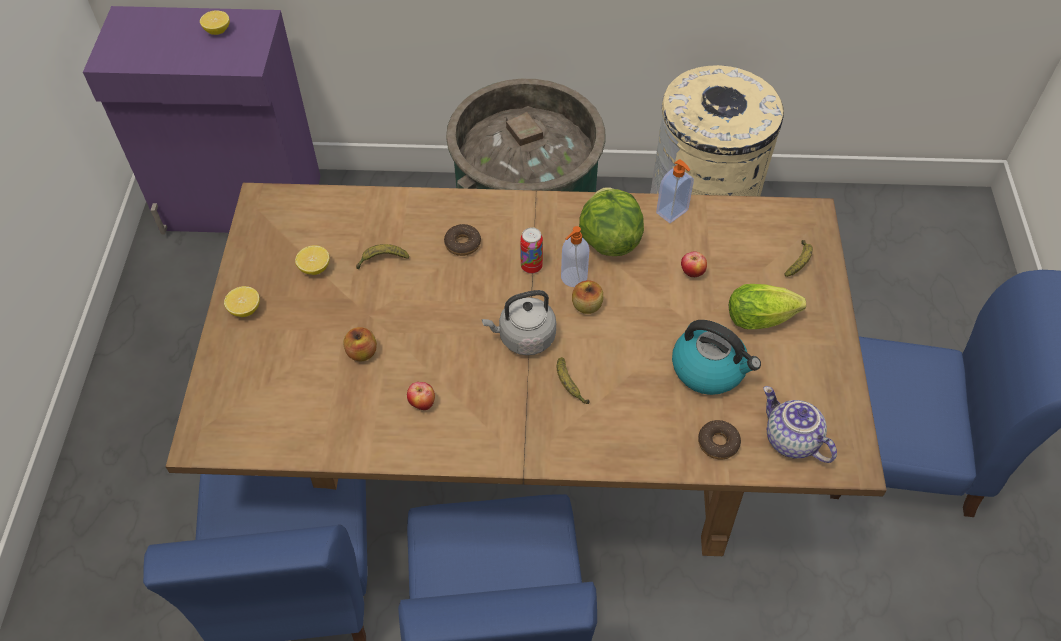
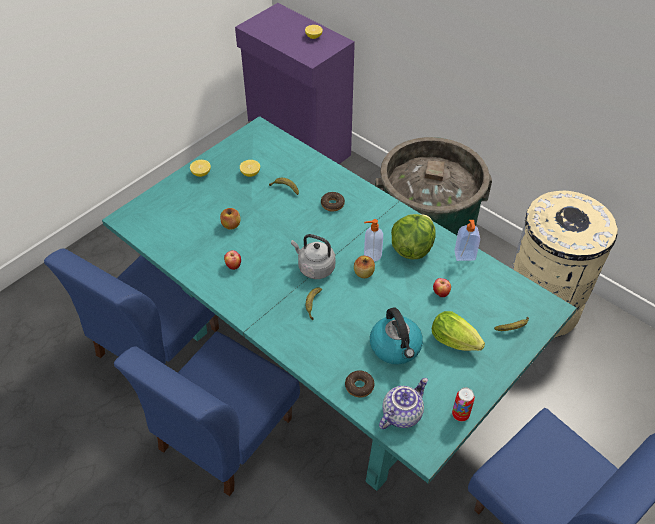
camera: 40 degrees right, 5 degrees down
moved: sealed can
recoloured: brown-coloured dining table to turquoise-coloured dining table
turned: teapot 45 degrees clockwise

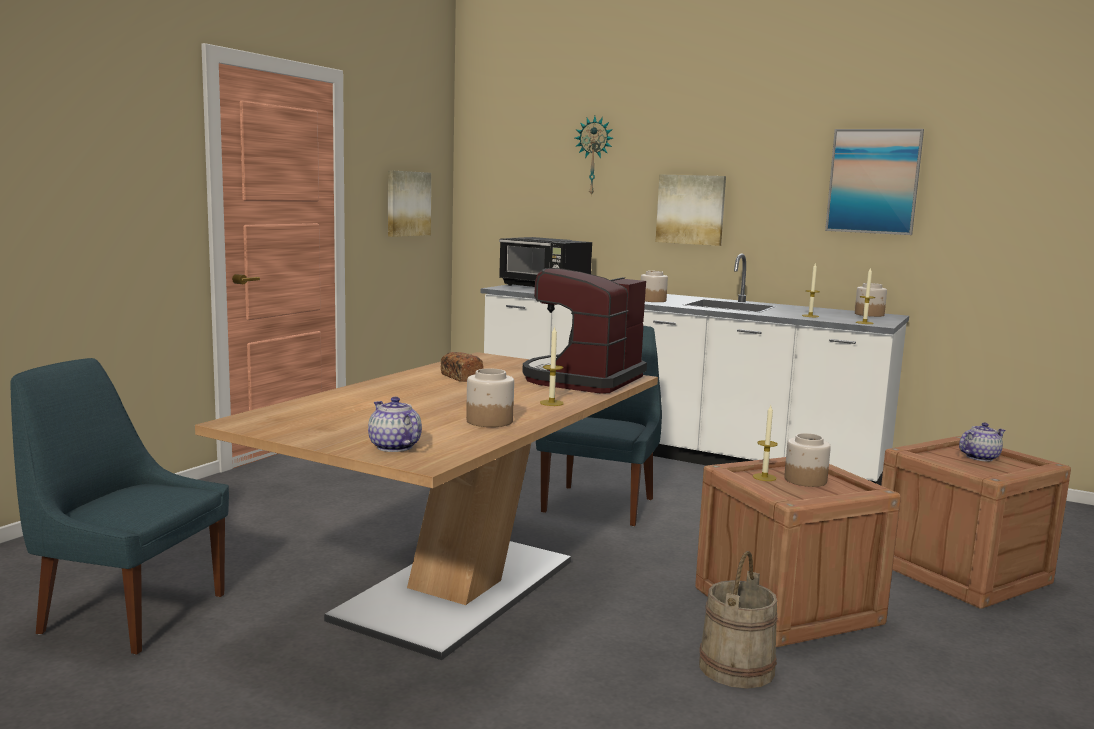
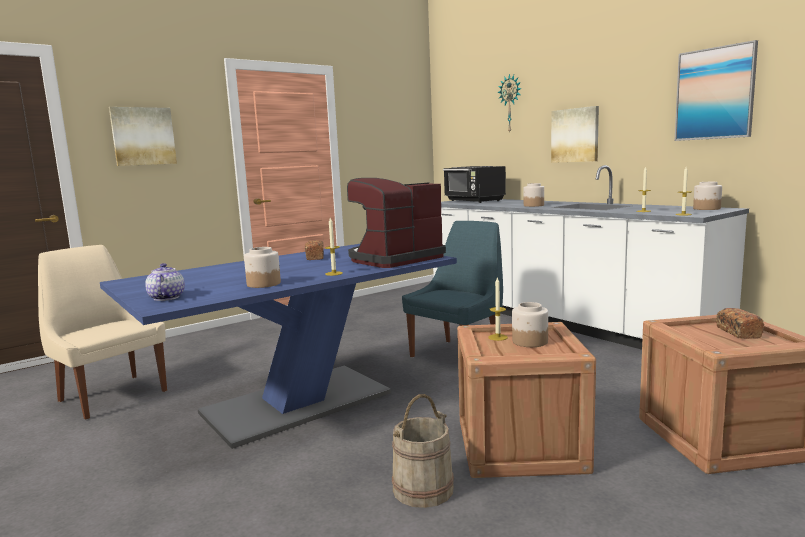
camera: 25 degrees right, 0 degrees up
moved: wall picture (1st from left)
replaced: teapot (2nd from left) to bread (2nd from left)
recoloured: blue-coloured upright chair (1st from left) to beige upright chair; brown-coloured dining table to blue-coloured dining table

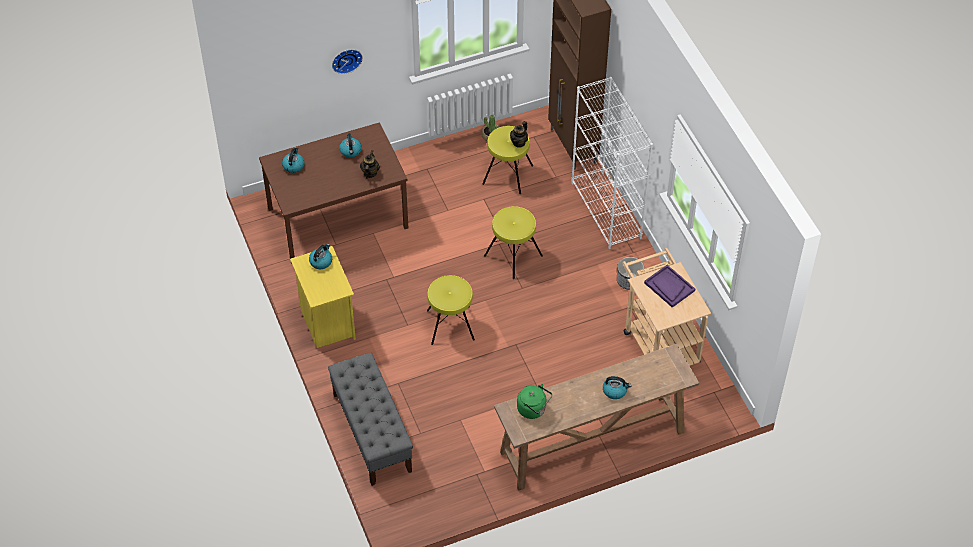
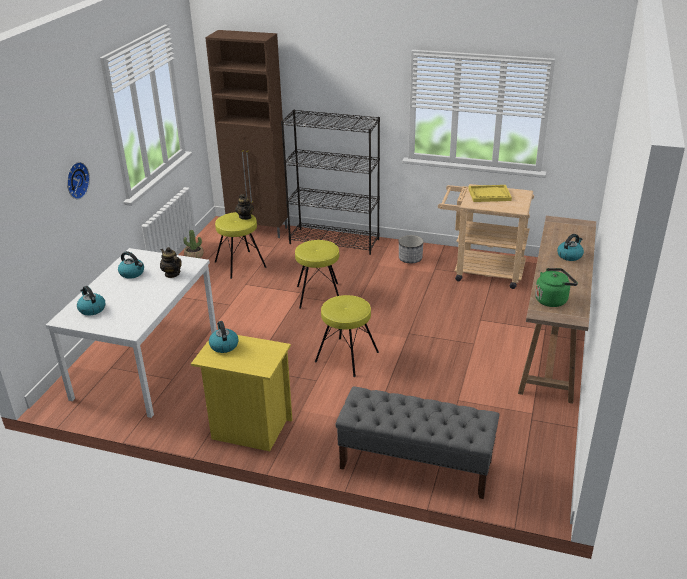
camera: 50 degrees left, 20 degrees down
recoloured: brown-coloured dining table to white dining table; white bookcase to black bookcase; purple serving tray to yellow serving tray

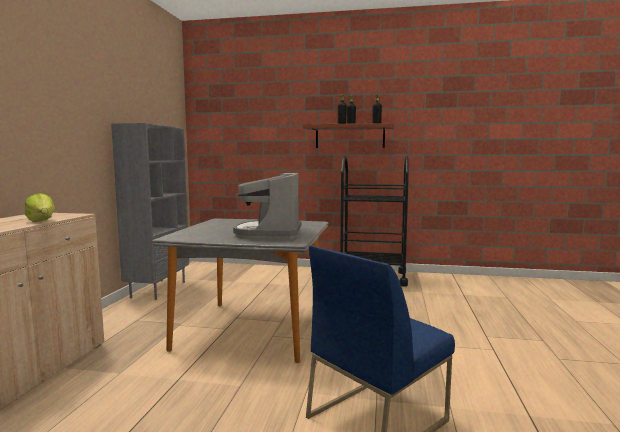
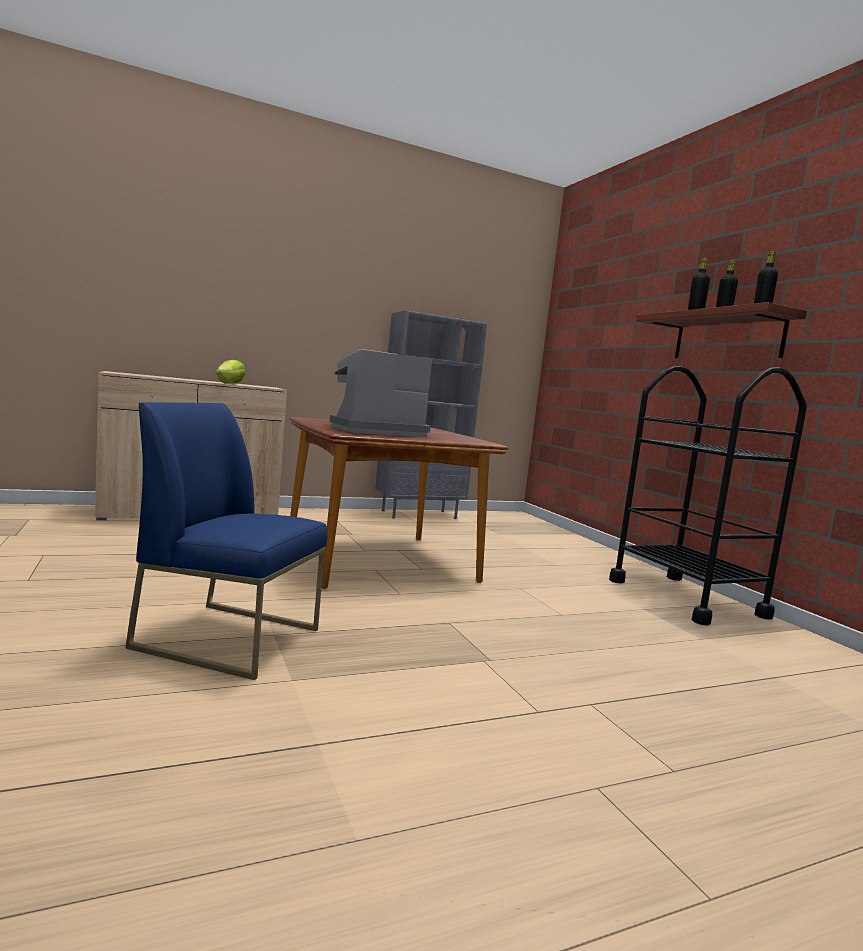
camera: 55 degrees right, 0 degrees up
recoloured: gray dining table to brown-coloured dining table

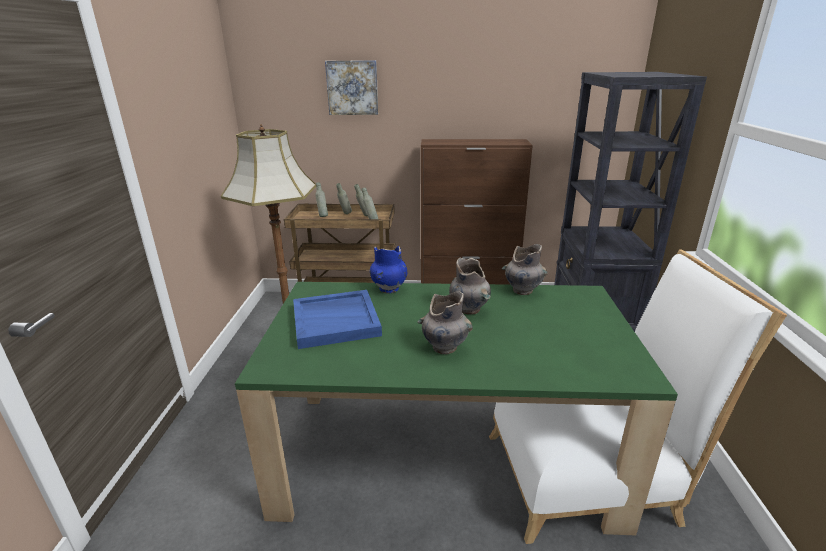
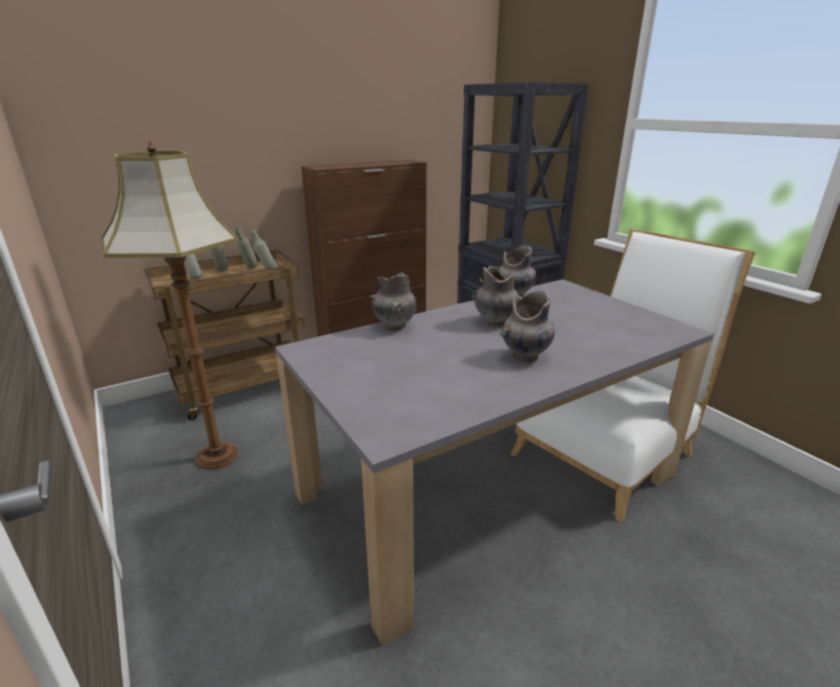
camera: 35 degrees left, 0 degrees up
removed: blue-coloured serving tray; wall picture
recoloured: greenish dining table to gray dining table; blue-coloured vase to gray vase (1st from left)

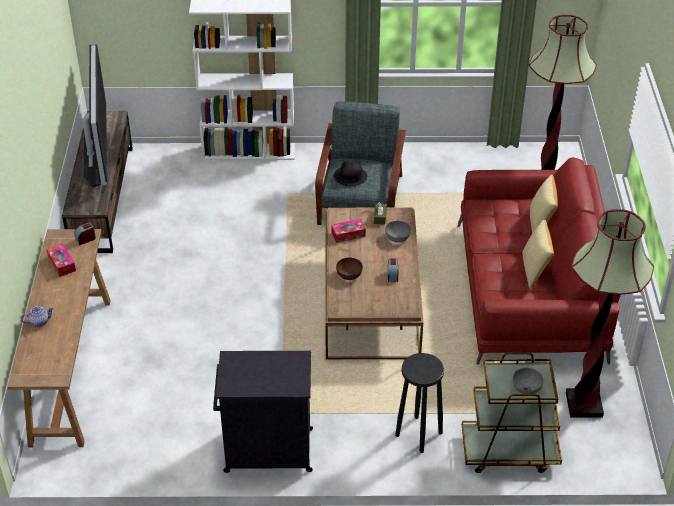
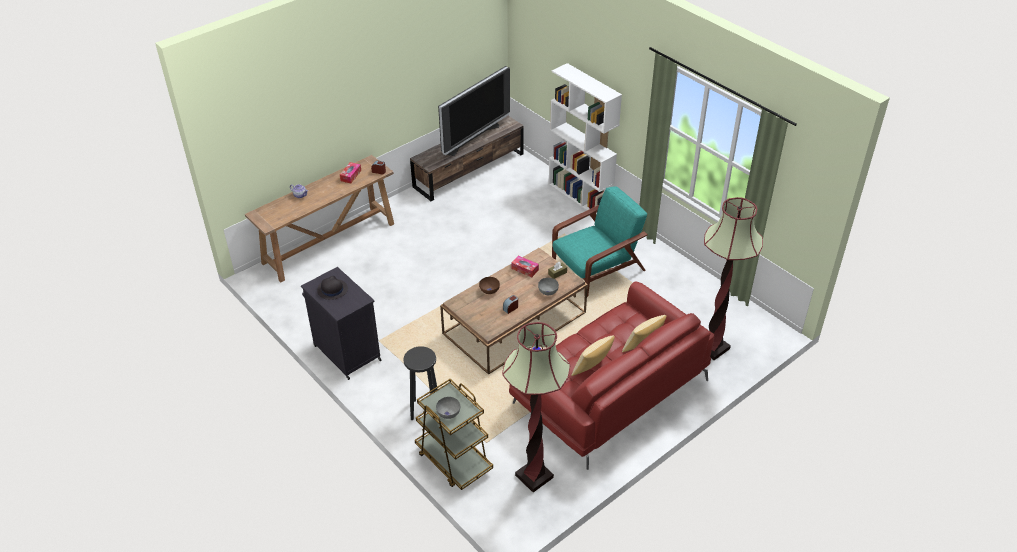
camera: 50 degrees right, 0 degrees up
moved: black wearable hat
recoloured: gray lounge chair to turquoise-coloured lounge chair

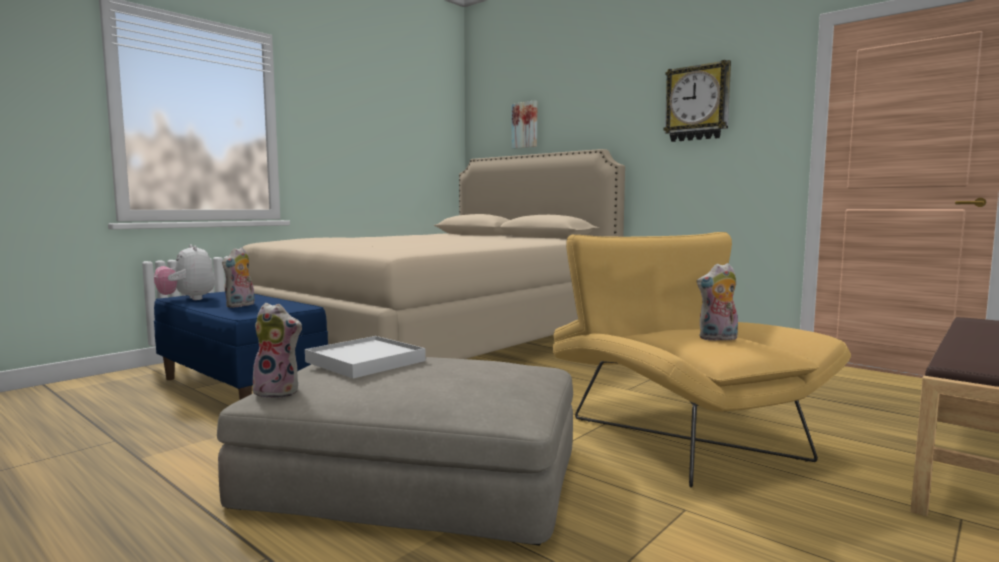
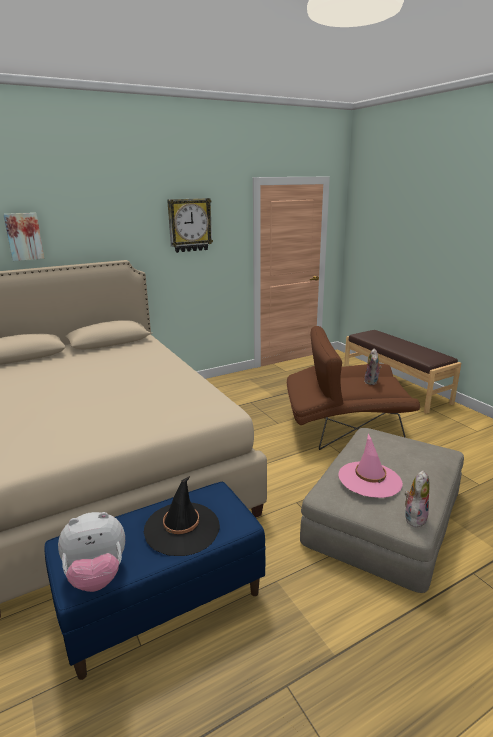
camera: 70 degrees left, 15 degrees up
replaced: plush toy (2nd from left) to black wearable hat; white serving tray to pink-coloured wearable hat
recoloured: yellow lounge chair to brown-coloured lounge chair

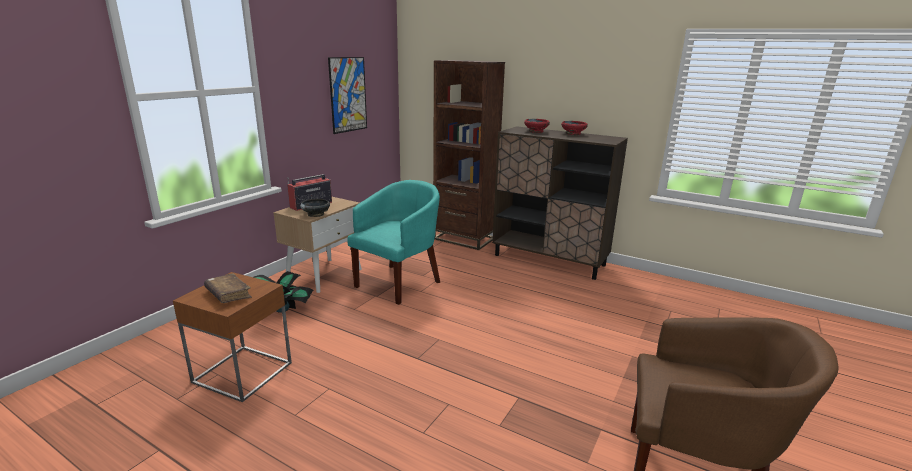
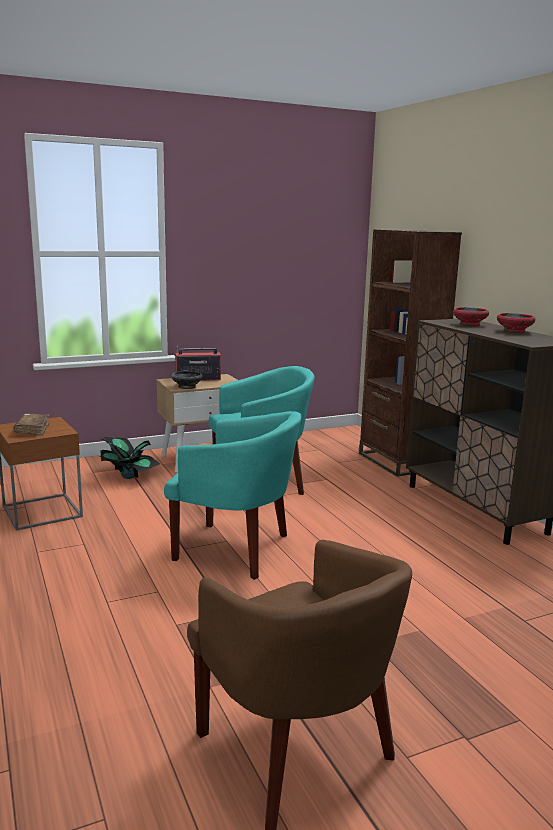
camera: 35 degrees right, 5 degrees down
removed: wall picture
added: turquoise-coloured lounge chair (1st from left)

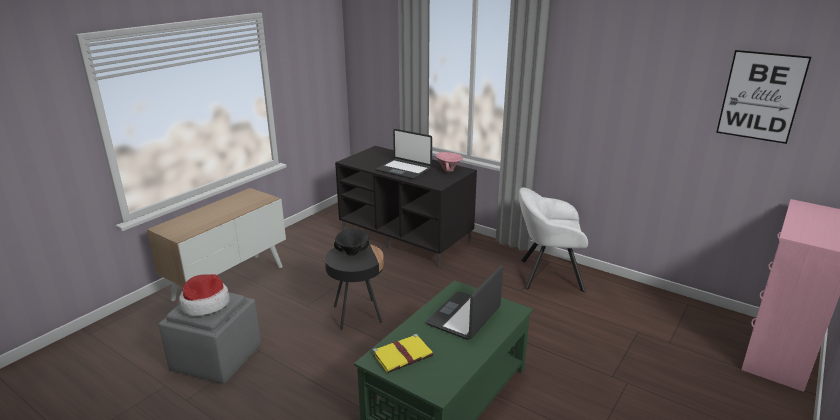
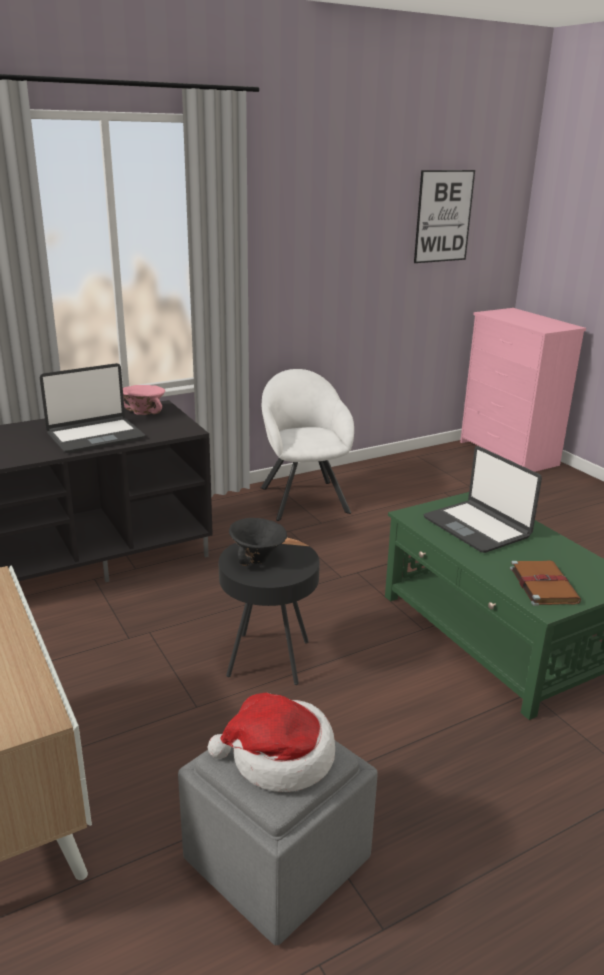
camera: 65 degrees left, 0 degrees up
recoloured: yellow bound book to brown-coloured bound book
turned: white lounge chair 135 degrees clockwise

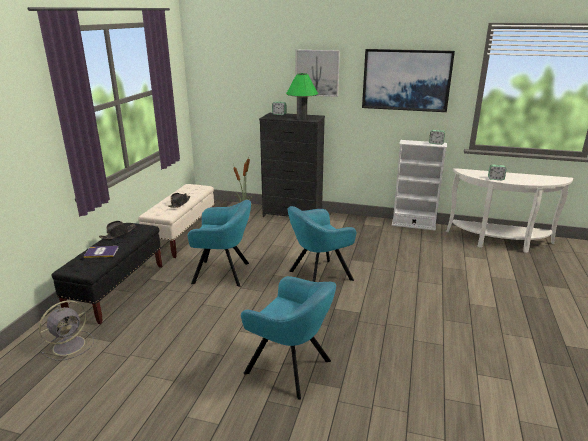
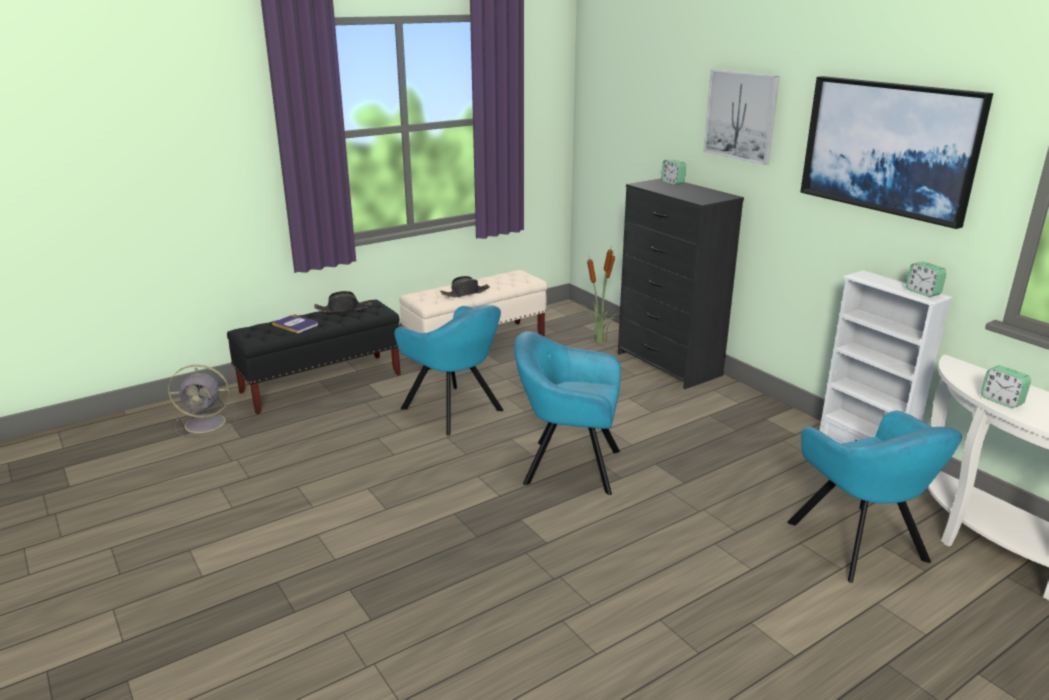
camera: 40 degrees right, 0 degrees up
removed: greenish lamp for a table
moved: turquoise-coloured lounge chair (2nd from left in the first image) to turquoise-coloured lounge chair (3rd from left)

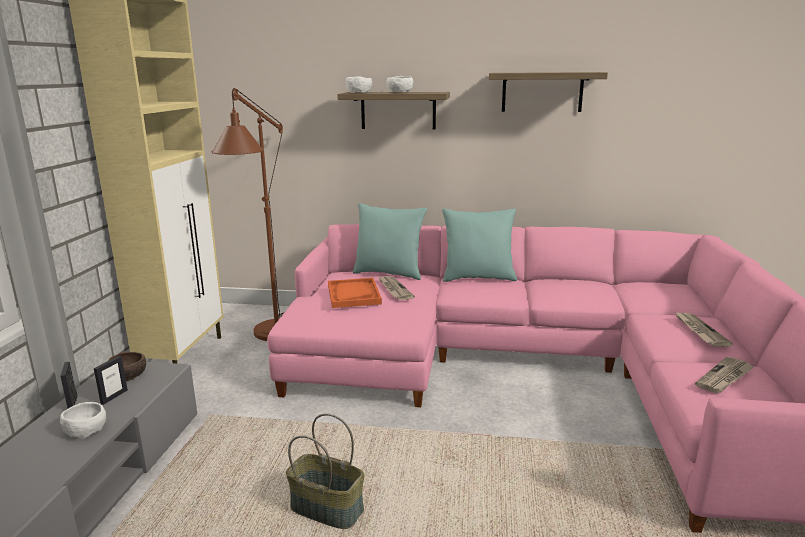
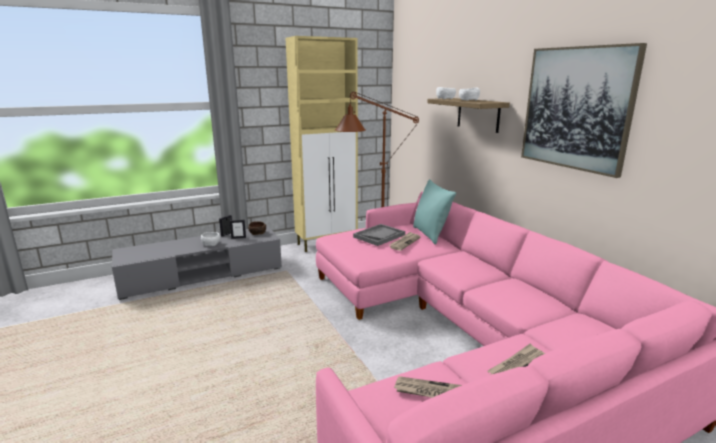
camera: 55 degrees right, 0 degrees up
removed: basket; turquoise-coloured throw pillow (2nd from left)
replaced: wall shelf (2nd from left) to wall picture
recoloured: orange serving tray to gray serving tray

